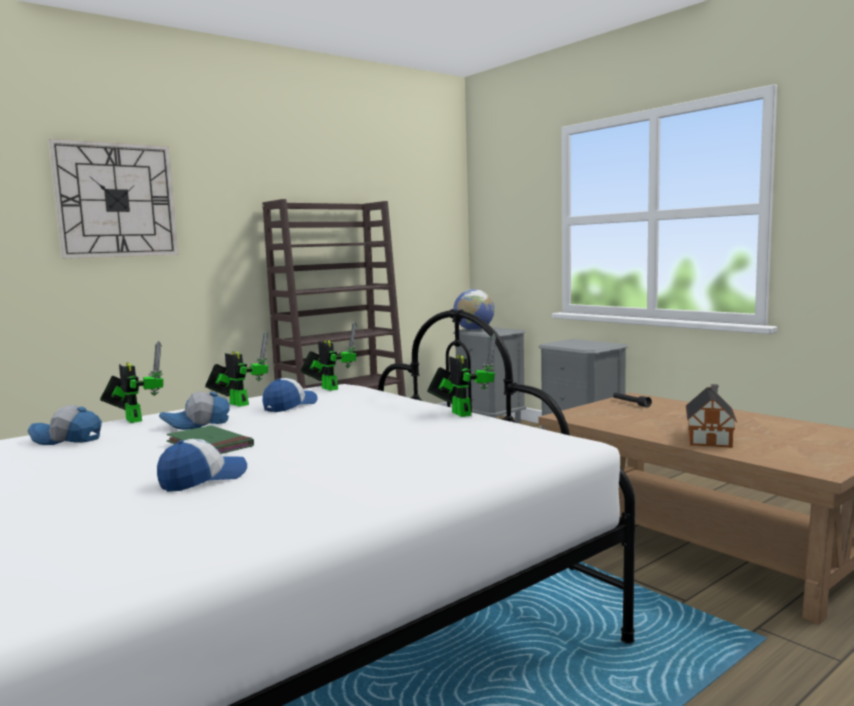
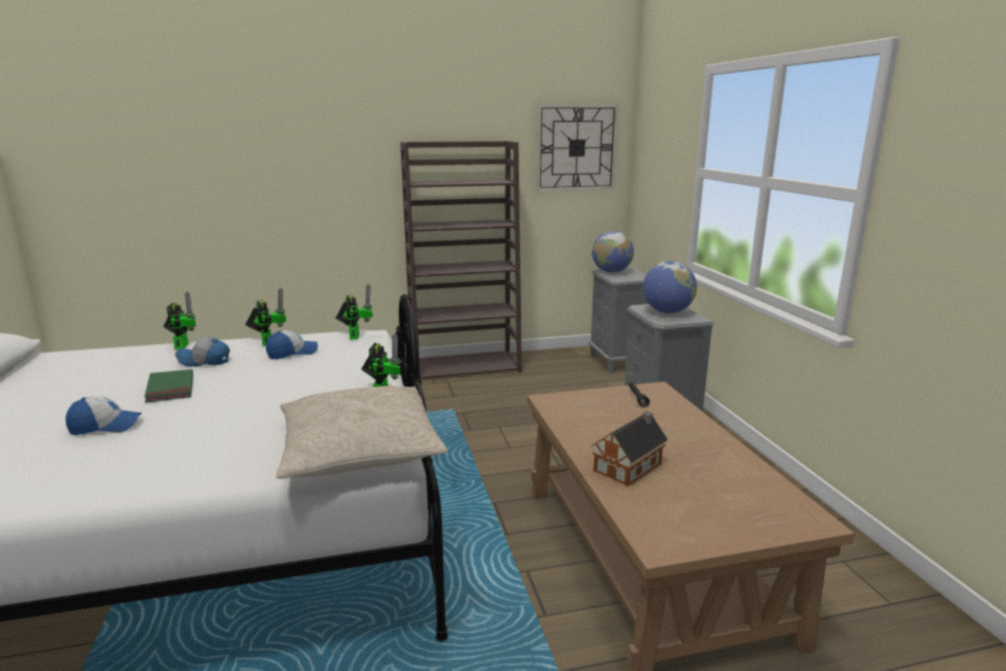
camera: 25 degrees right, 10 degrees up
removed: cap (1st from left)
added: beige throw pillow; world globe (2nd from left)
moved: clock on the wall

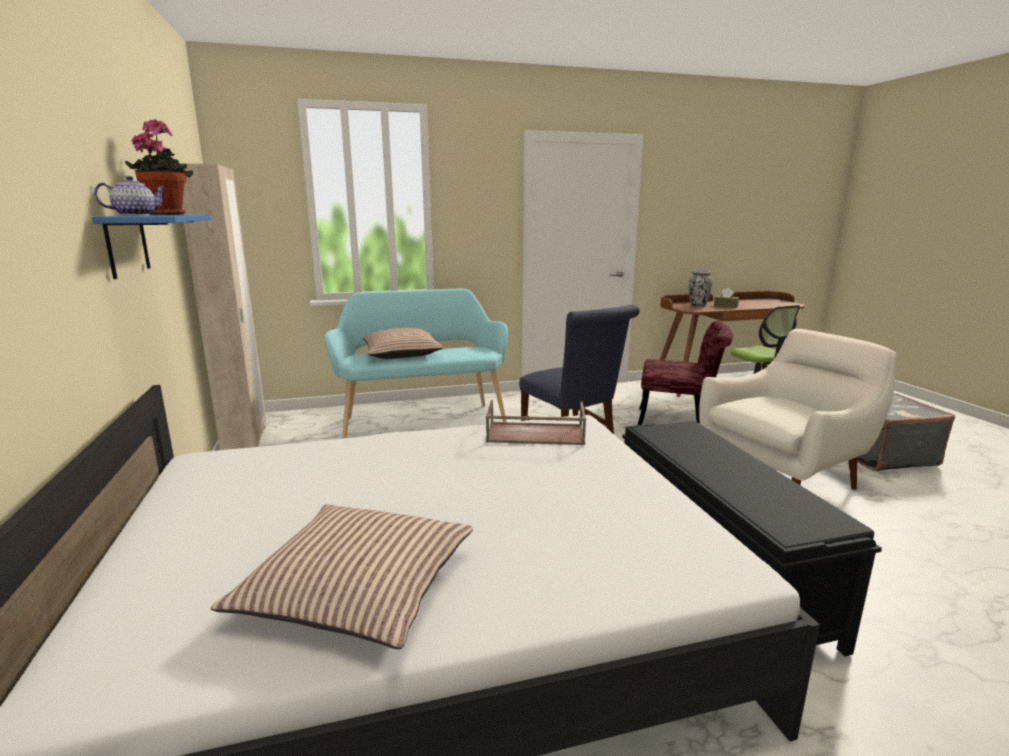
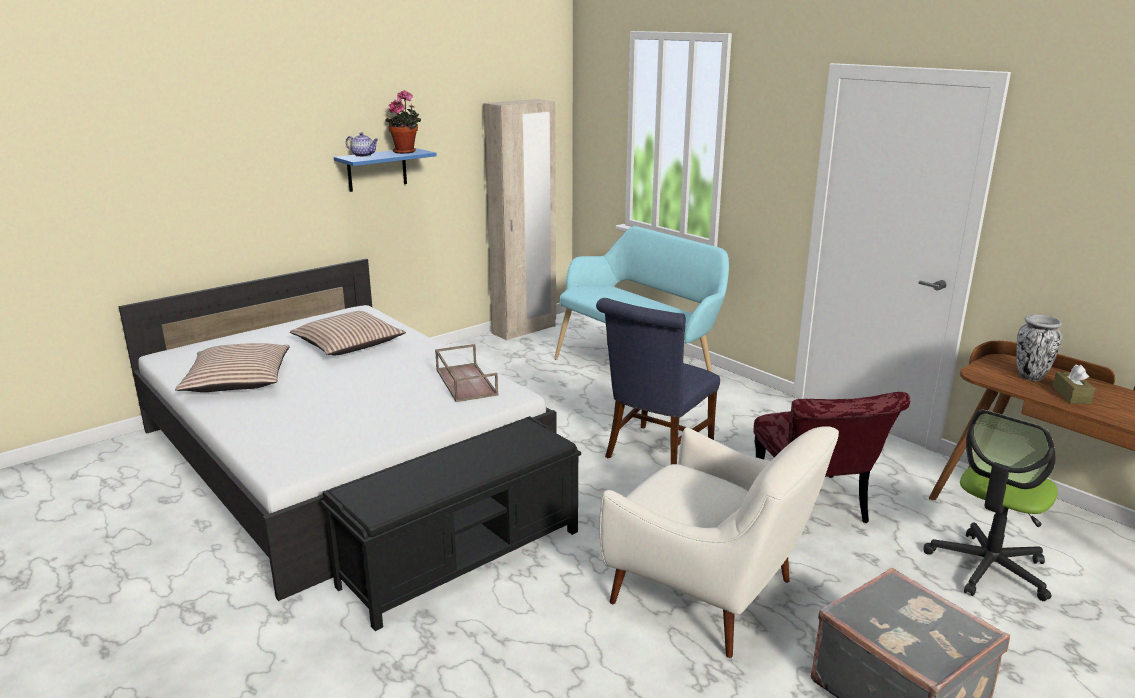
camera: 65 degrees right, 5 degrees up
moved: throw pillow (2nd from left)

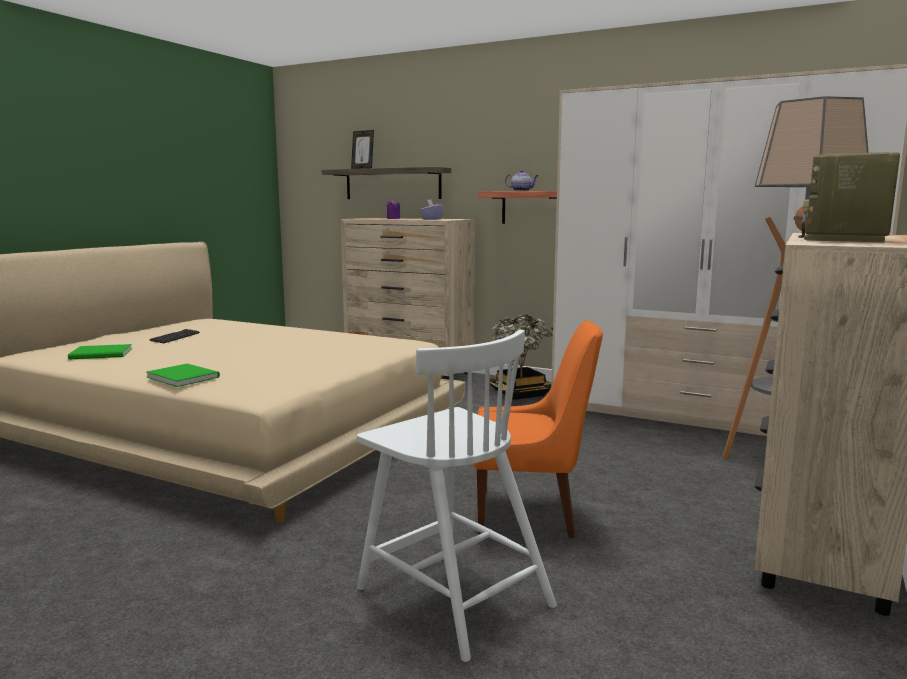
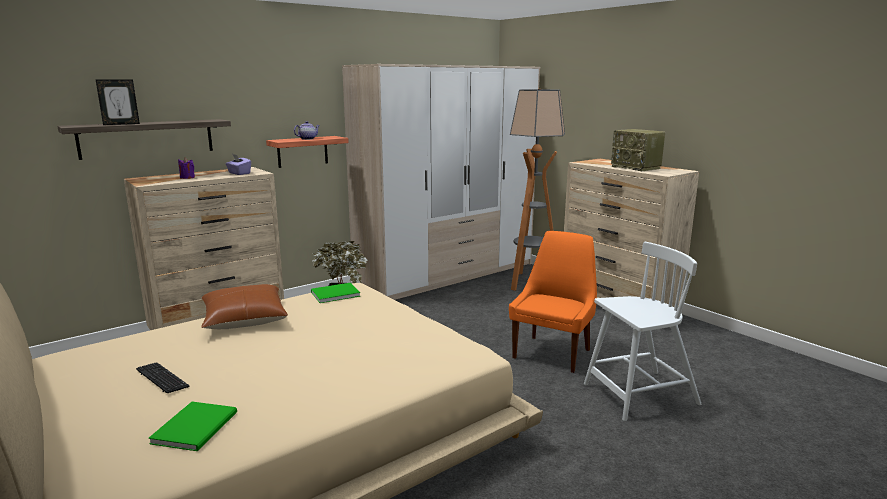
camera: 65 degrees left, 5 degrees up
added: brown-coloured throw pillow
moved: greenish bound book (2nd from left)

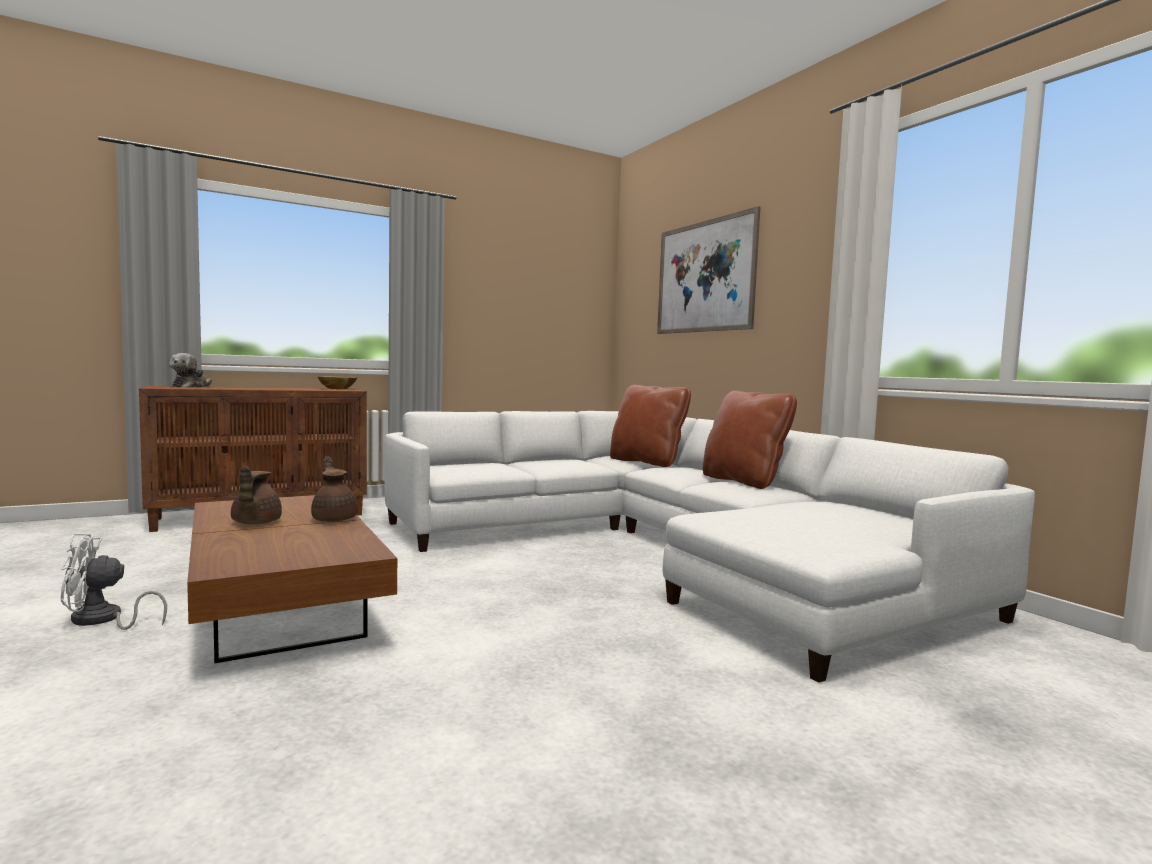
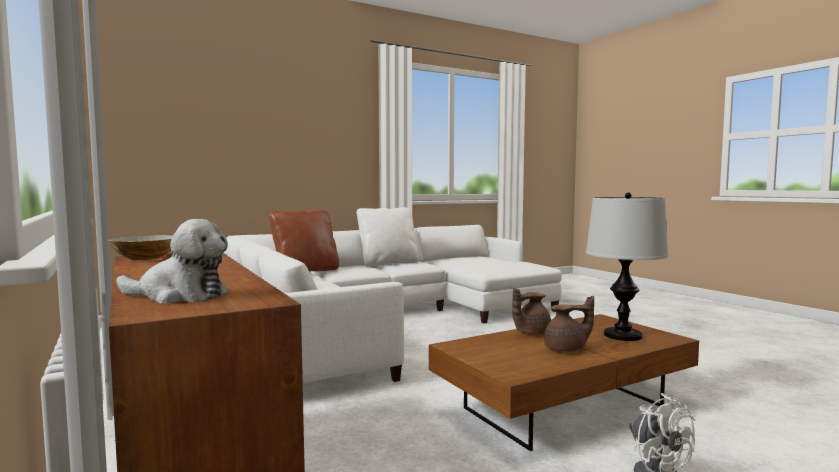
camera: 90 degrees left, 0 degrees up
removed: wall picture
added: lamp for a table
recoloured: brown-coloured throw pillow (2nd from left) to white throw pillow

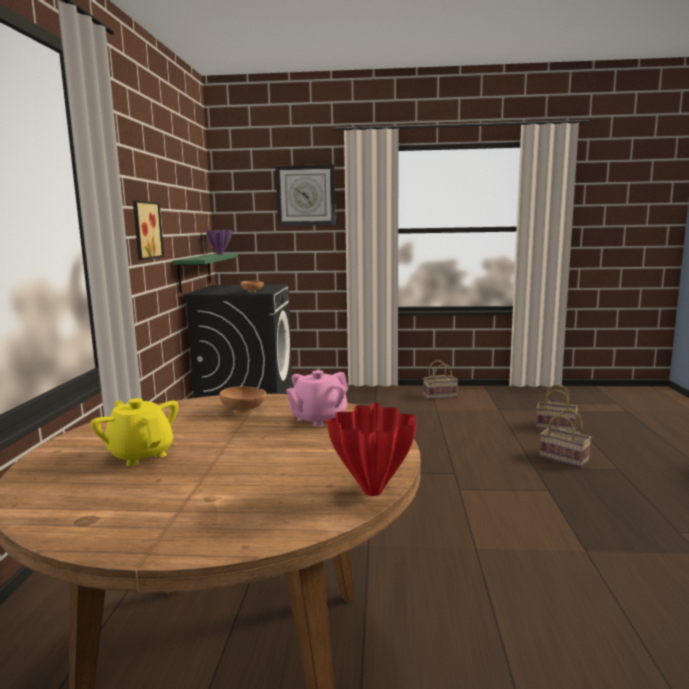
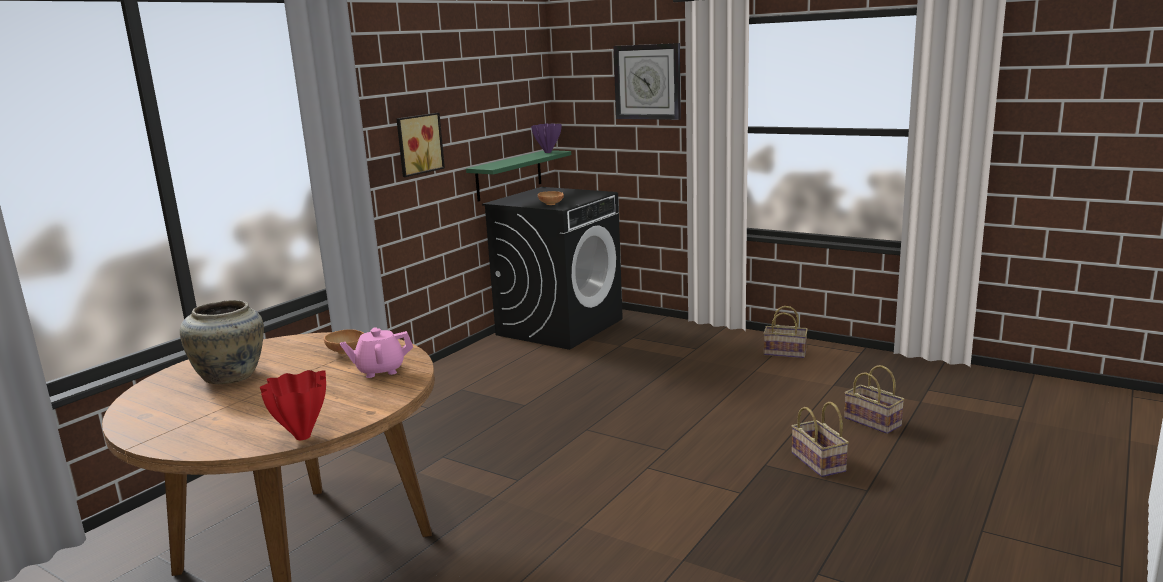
camera: 30 degrees right, 5 degrees up
replaced: yellow teapot to beige vase

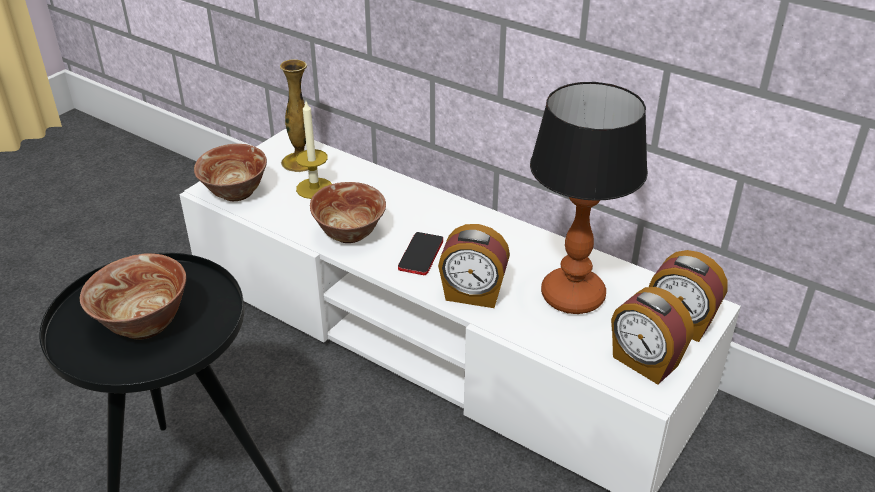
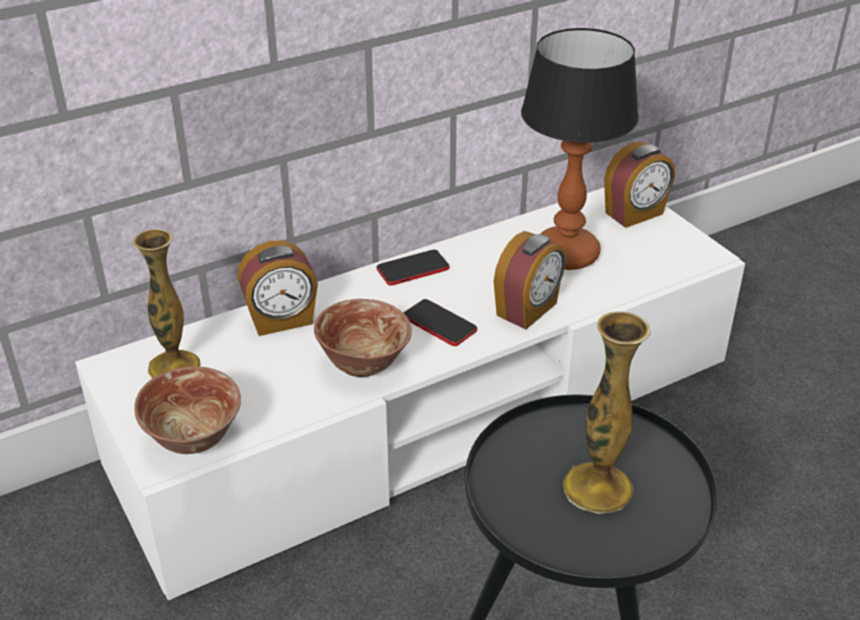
camera: 65 degrees left, 0 degrees up
removed: wax candle
added: telephone (1st from left)
moved: table clock (2nd from left in the first image) to table clock (1st from left)
replaced: bowl (1st from left) to vase (2nd from left)

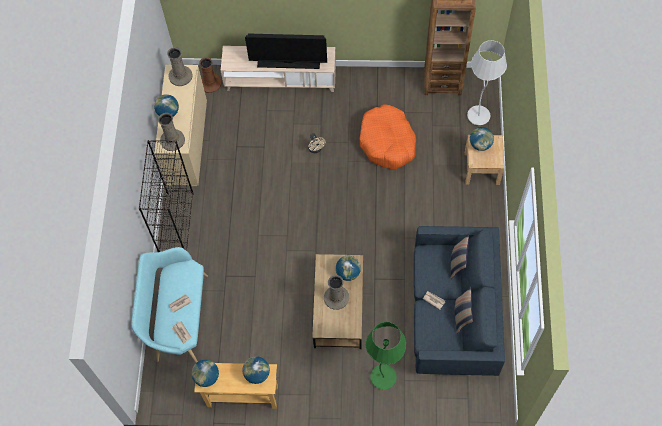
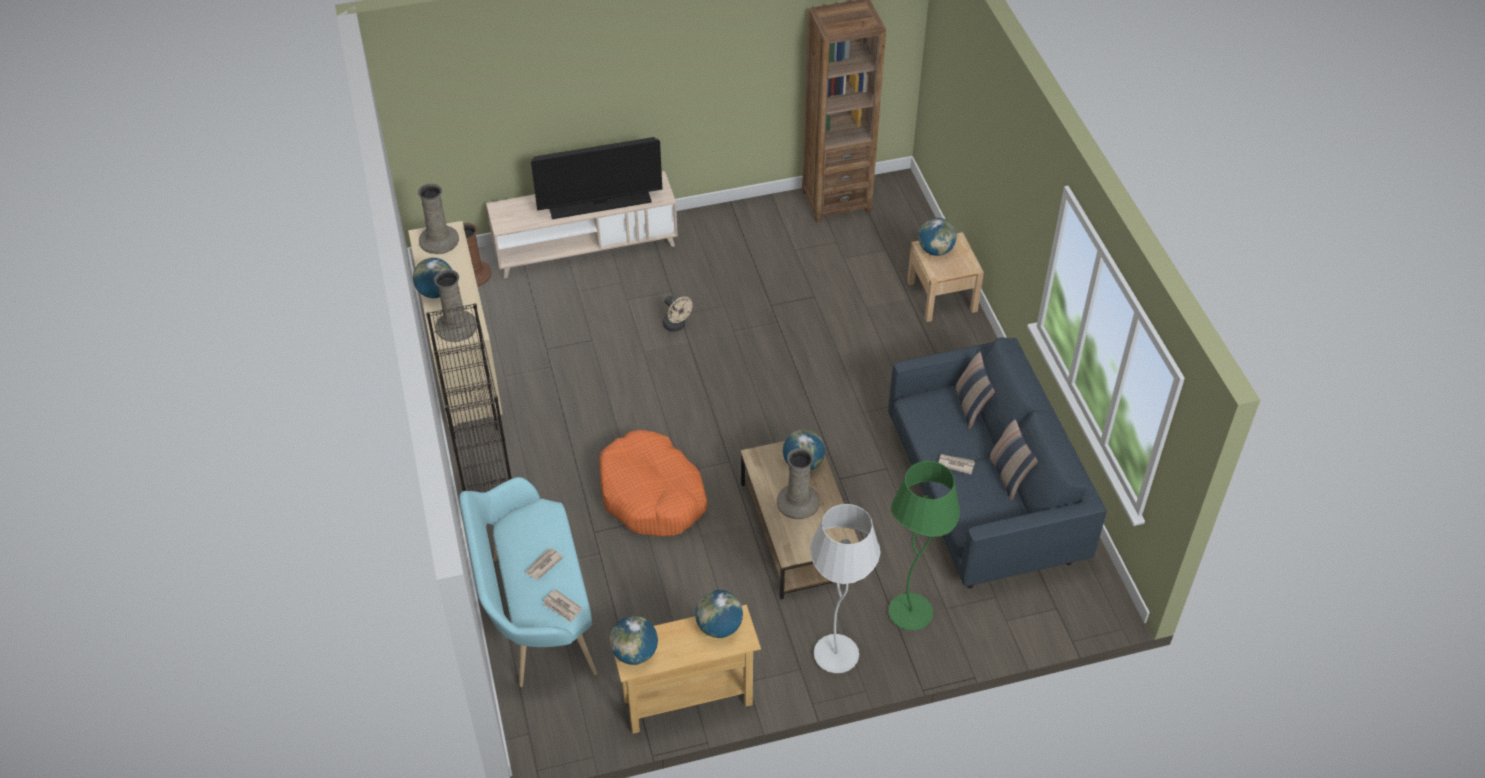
camera: 20 degrees left, 15 degrees down
moved: orange pet bed; white standard lamp

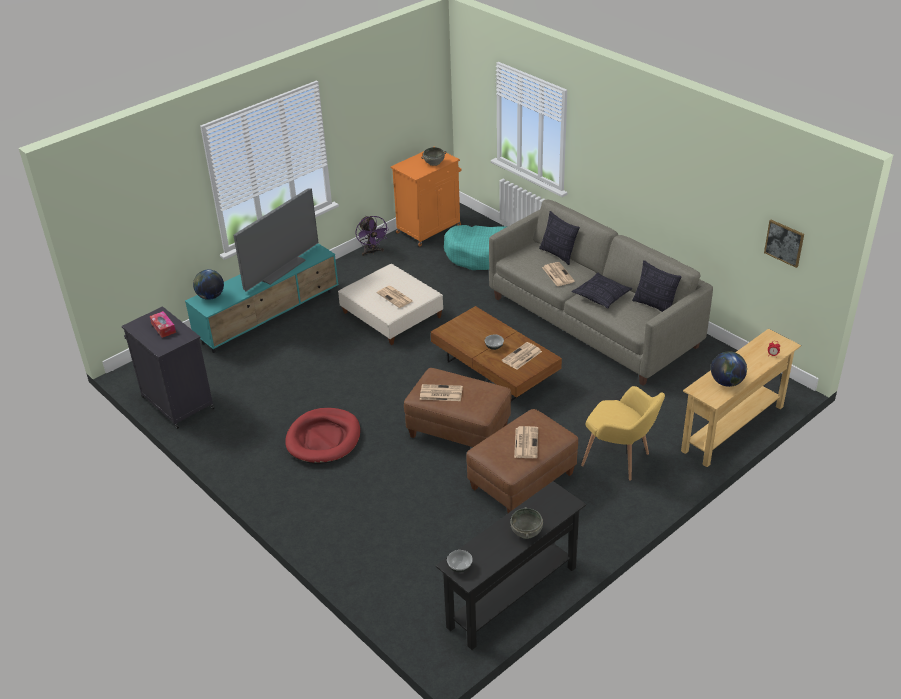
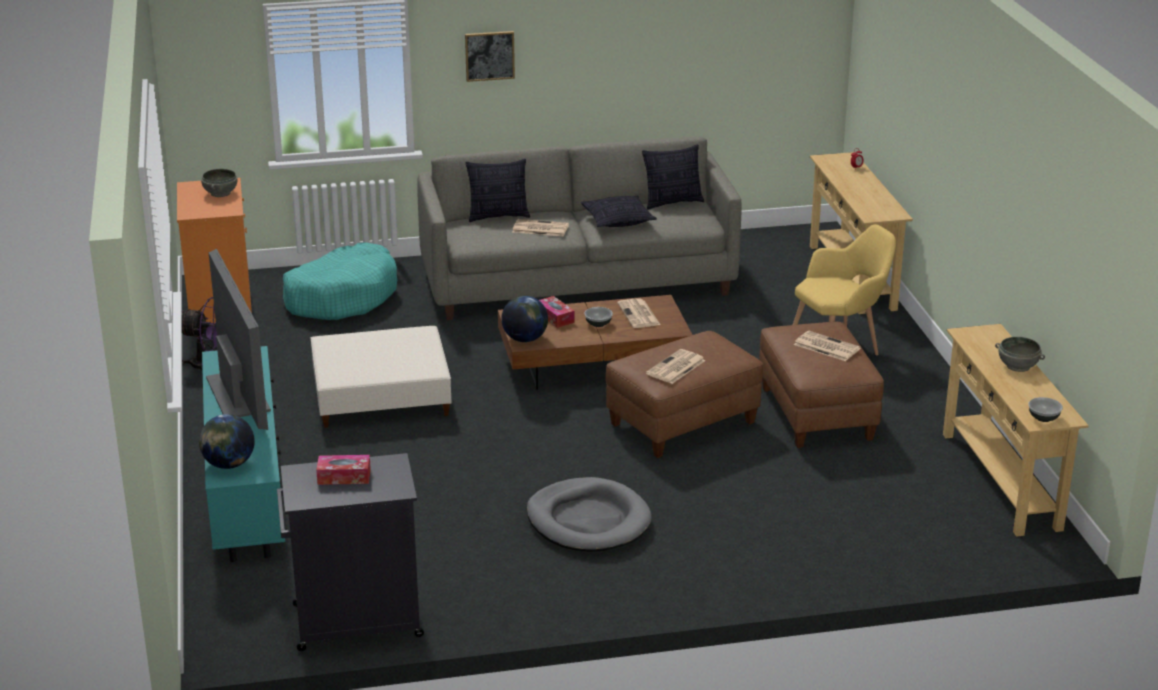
camera: 60 degrees left, 10 degrees down
removed: daily paper (1st from left)
added: box of tissues (2nd from left)
moved: world globe (2nd from left); wall picture
recoloured: red-coloured pet bed to gray pet bed; black console table to beige console table (2nd from left)

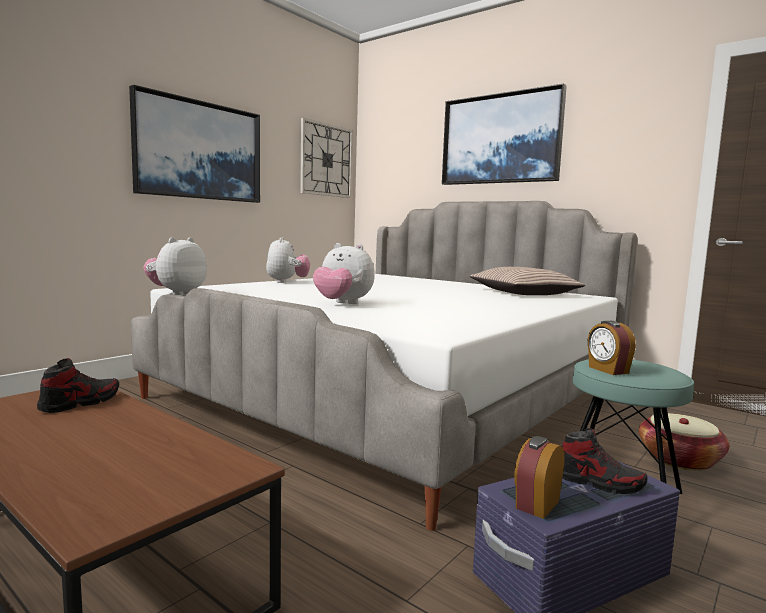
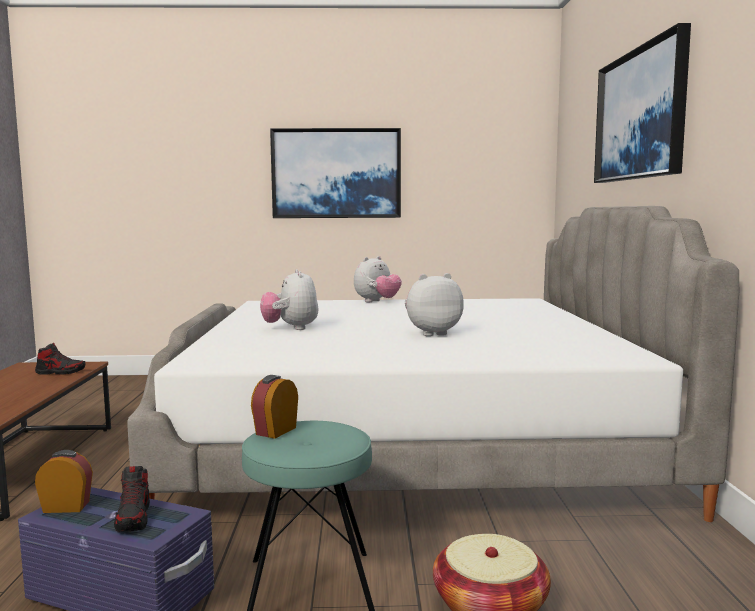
camera: 50 degrees right, 0 degrees up
removed: clock on the wall; throw pillow
moved: plush toy (1st from left in the first image) to plush toy (3rd from left)

